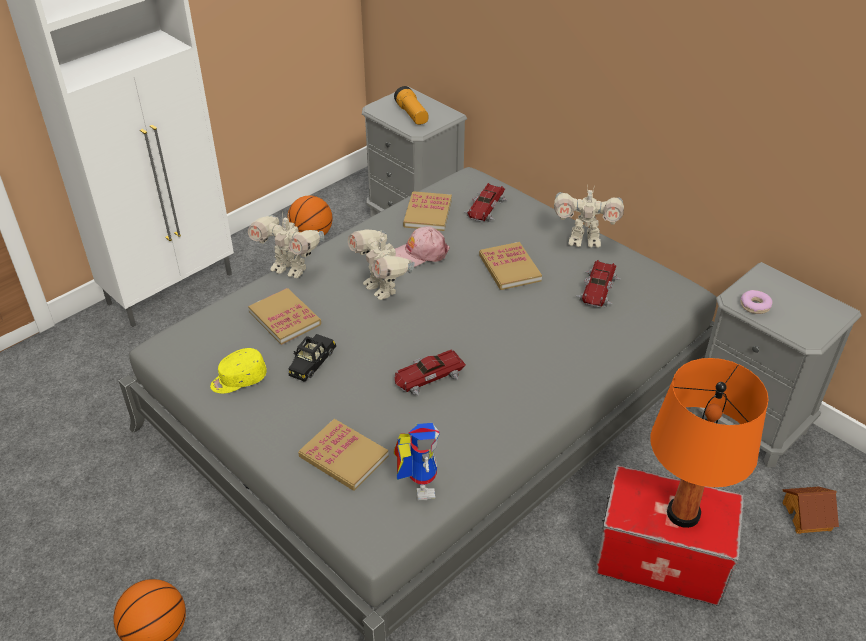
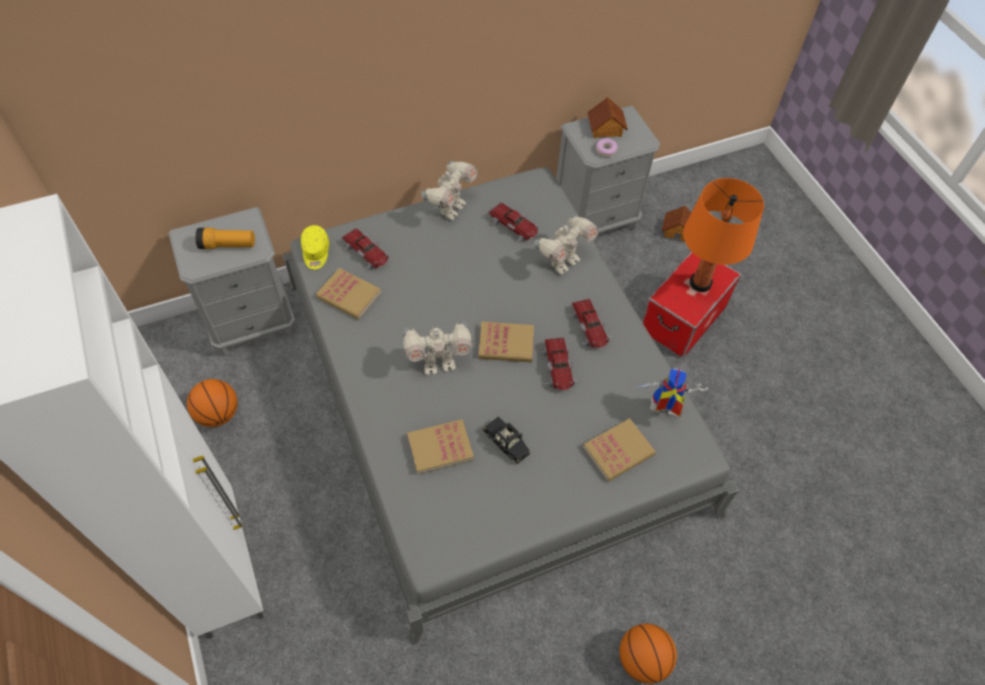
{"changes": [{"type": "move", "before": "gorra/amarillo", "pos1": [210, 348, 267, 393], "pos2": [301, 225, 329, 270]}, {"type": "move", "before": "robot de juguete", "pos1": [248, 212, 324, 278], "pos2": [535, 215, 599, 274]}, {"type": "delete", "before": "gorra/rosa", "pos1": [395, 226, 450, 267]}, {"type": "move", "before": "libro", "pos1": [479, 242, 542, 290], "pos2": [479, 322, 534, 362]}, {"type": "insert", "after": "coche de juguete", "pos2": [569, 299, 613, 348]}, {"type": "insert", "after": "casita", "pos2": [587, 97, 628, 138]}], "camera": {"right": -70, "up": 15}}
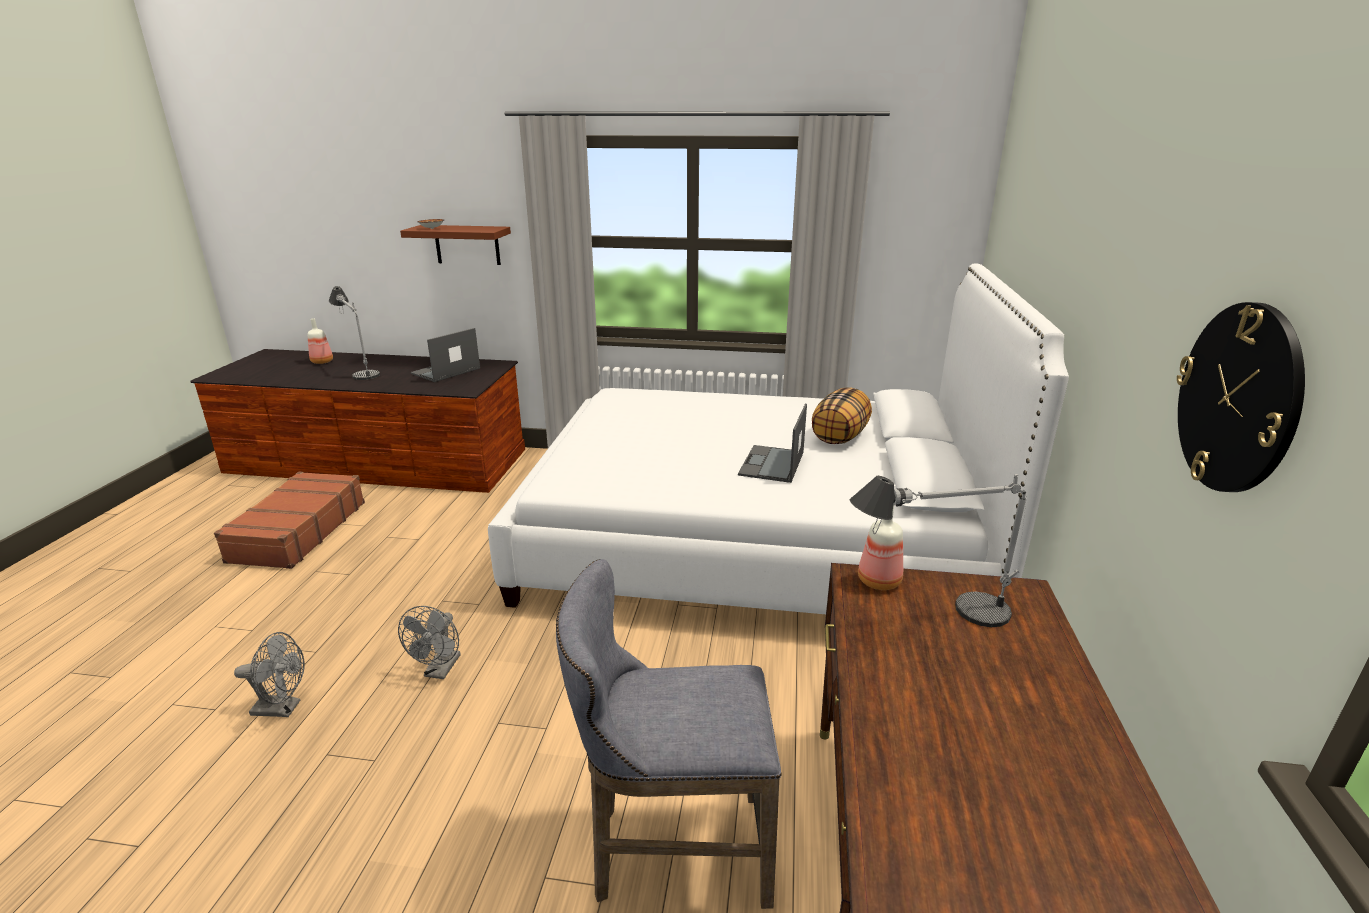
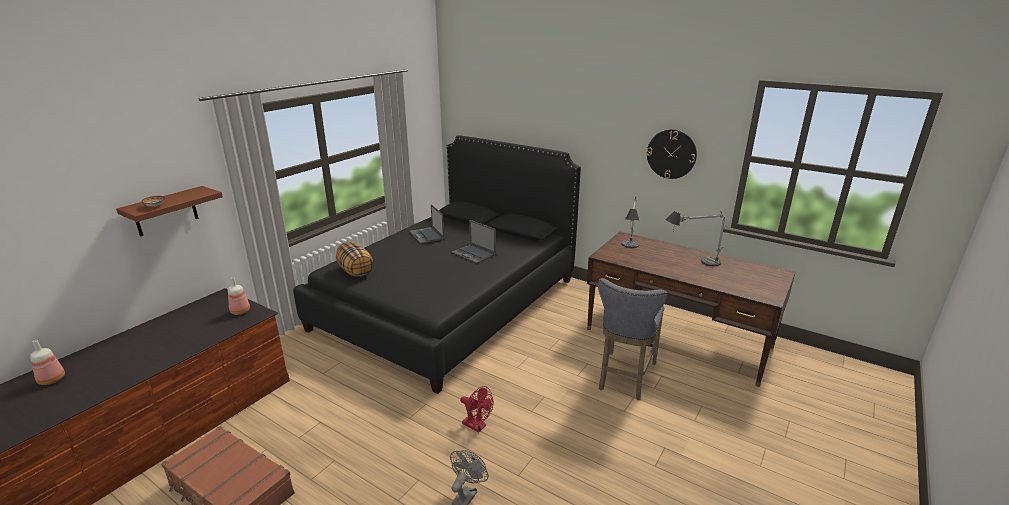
{"changes": [{"type": "move", "before": "lámpara de mesa", "pos1": [329, 286, 380, 380], "pos2": [665, 211, 725, 266]}, {"type": "recolor", "before": "ventilador/gris", "after": "ventilador/rojo", "pos1": [398, 606, 461, 679], "pos2": [460, 386, 493, 433]}, {"type": "move", "before": "portátil", "pos1": [411, 328, 480, 382], "pos2": [410, 204, 444, 244]}, {"type": "recolor", "before": "cama/blanco", "after": "cama/negro", "pos1": [488, 263, 1069, 614], "pos2": [293, 135, 581, 394]}, {"type": "move", "before": "cojín", "pos1": [812, 387, 872, 444], "pos2": [336, 242, 373, 277]}, {"type": "move", "before": "botella", "pos1": [858, 505, 903, 590], "pos2": [228, 277, 250, 315]}], "camera": {"right": -65, "up": 0}}
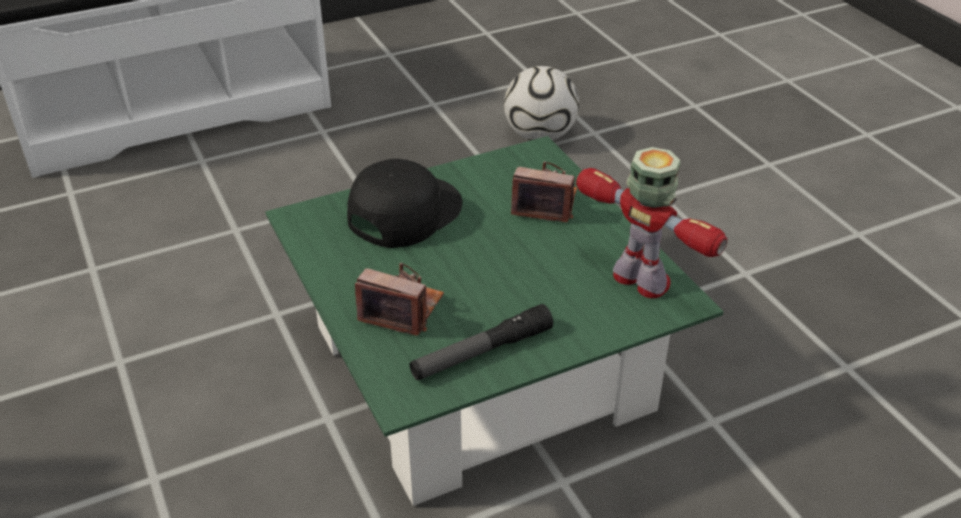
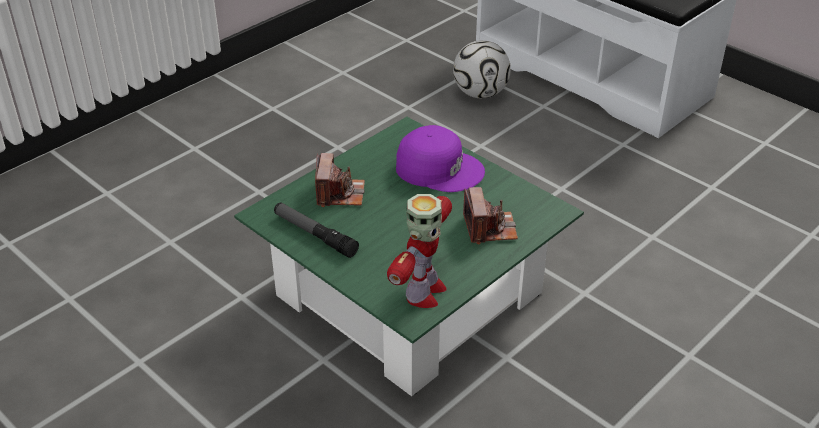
{"changes": [{"type": "recolor", "before": "gorra/negro", "after": "gorra/morado", "pos1": [347, 159, 462, 248], "pos2": [396, 125, 485, 192]}, {"type": "move", "before": "balón de fútbol", "pos1": [504, 66, 579, 141], "pos2": [453, 40, 511, 99]}], "camera": {"right": 70, "up": 0}}
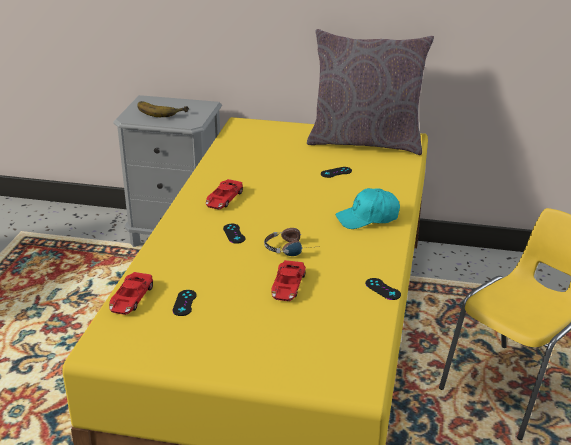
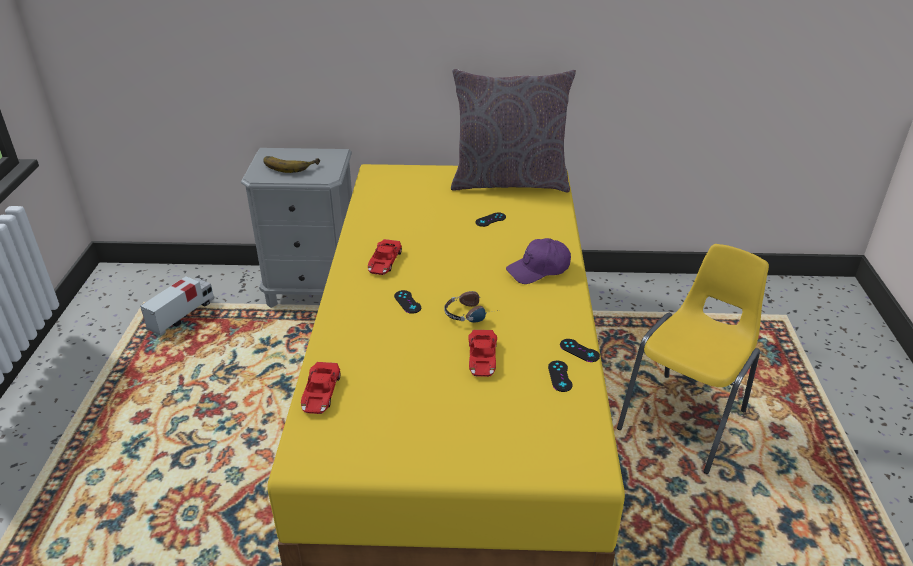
{"changes": [{"type": "move", "before": "mando de consola/negro", "pos1": [172, 290, 197, 316], "pos2": [548, 361, 573, 392]}, {"type": "recolor", "before": "gorra/turquesa", "after": "gorra/morado", "pos1": [336, 188, 400, 229], "pos2": [506, 238, 571, 284]}, {"type": "insert", "after": "camión de juguete", "pos2": [140, 276, 214, 336]}], "camera": {"right": -10, "up": 5}}
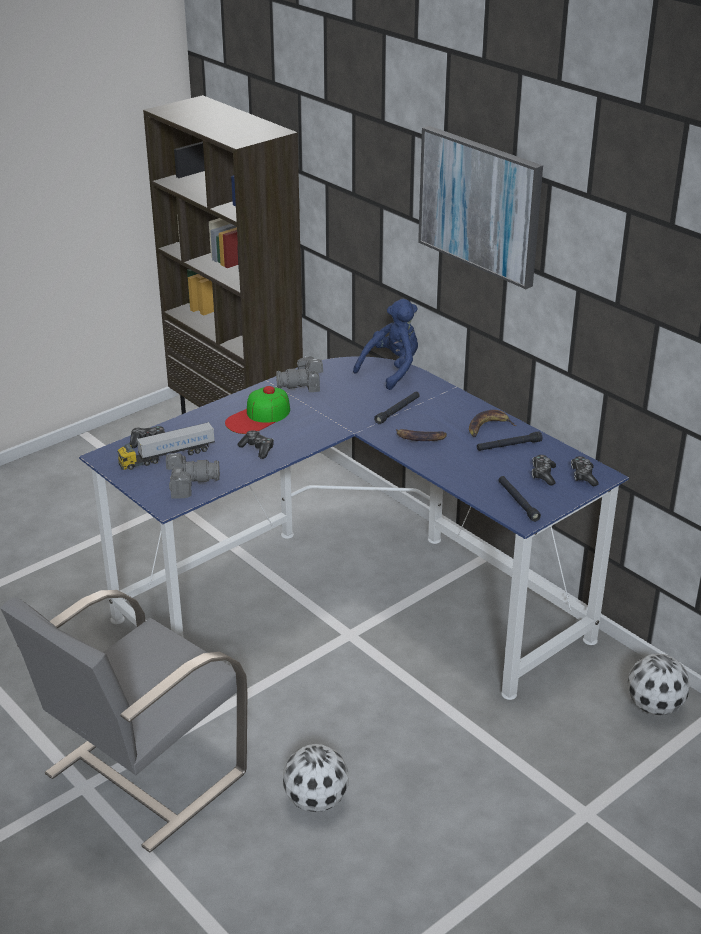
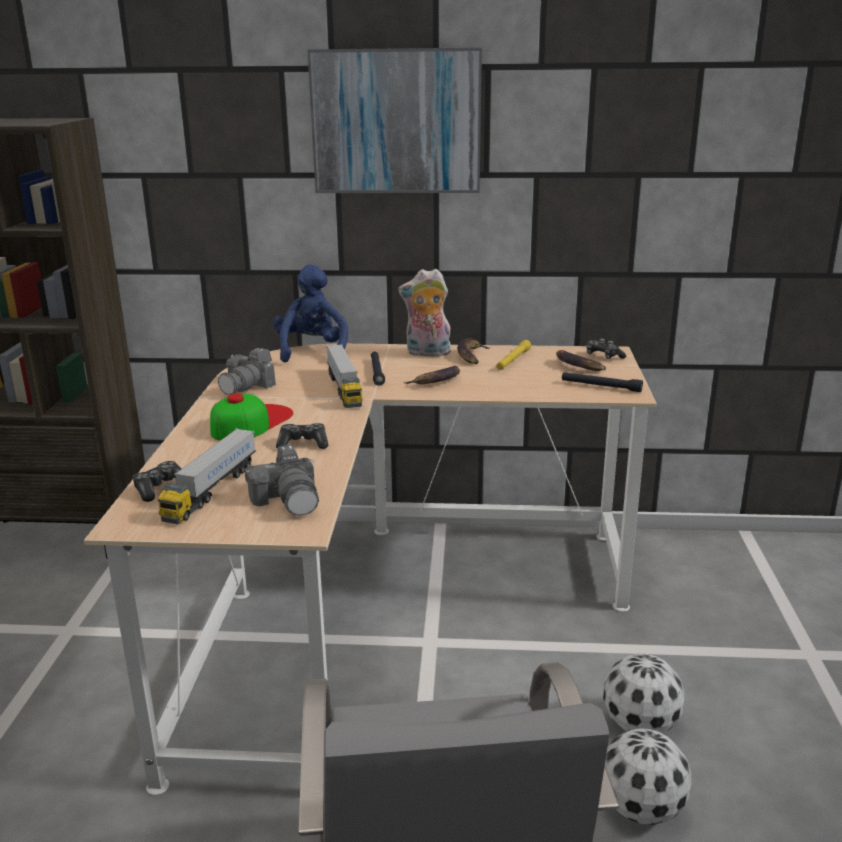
{"changes": [{"type": "recolor", "before": "escritorio/azul", "after": "escritorio/beis", "pos1": [79, 356, 629, 700], "pos2": [84, 344, 657, 795]}, {"type": "rotate", "before": "cámara", "pos1": [166, 453, 220, 499], "pos2": [245, 445, 319, 516], "turn": 120}, {"type": "rotate", "before": "gorra", "pos1": [225, 386, 290, 434], "pos2": [210, 393, 293, 440], "turn": -150}, {"type": "recolor", "before": "linterna/negro", "after": "linterna/amarillo", "pos1": [477, 431, 542, 451], "pos2": [496, 340, 531, 370]}, {"type": "replace", "before": "mando de consola", "after": "plátano", "pos1": [532, 455, 556, 485], "pos2": [556, 350, 606, 371]}, {"type": "move", "before": "balón de fútbol", "pos1": [627, 653, 690, 716], "pos2": [603, 654, 685, 733]}, {"type": "insert", "after": "camión de juguete", "pos2": [326, 344, 362, 408]}, {"type": "insert", "after": "peluche", "pos2": [398, 269, 451, 357]}], "camera": {"right": -45, "up": -10}}
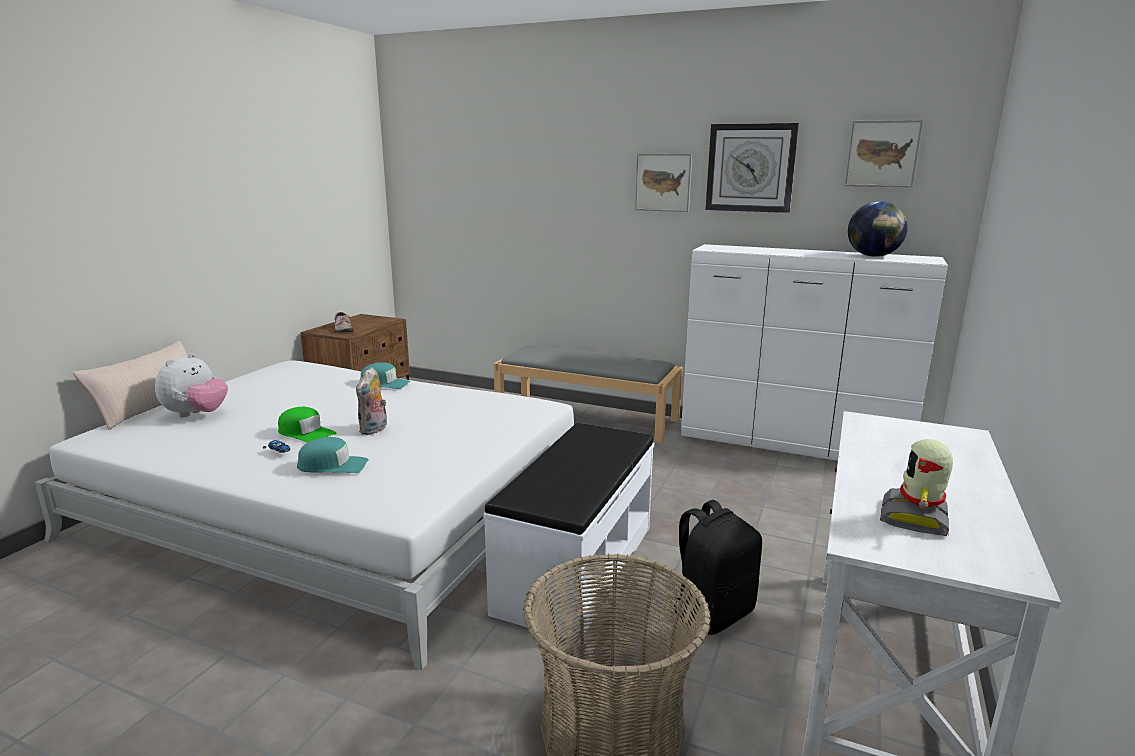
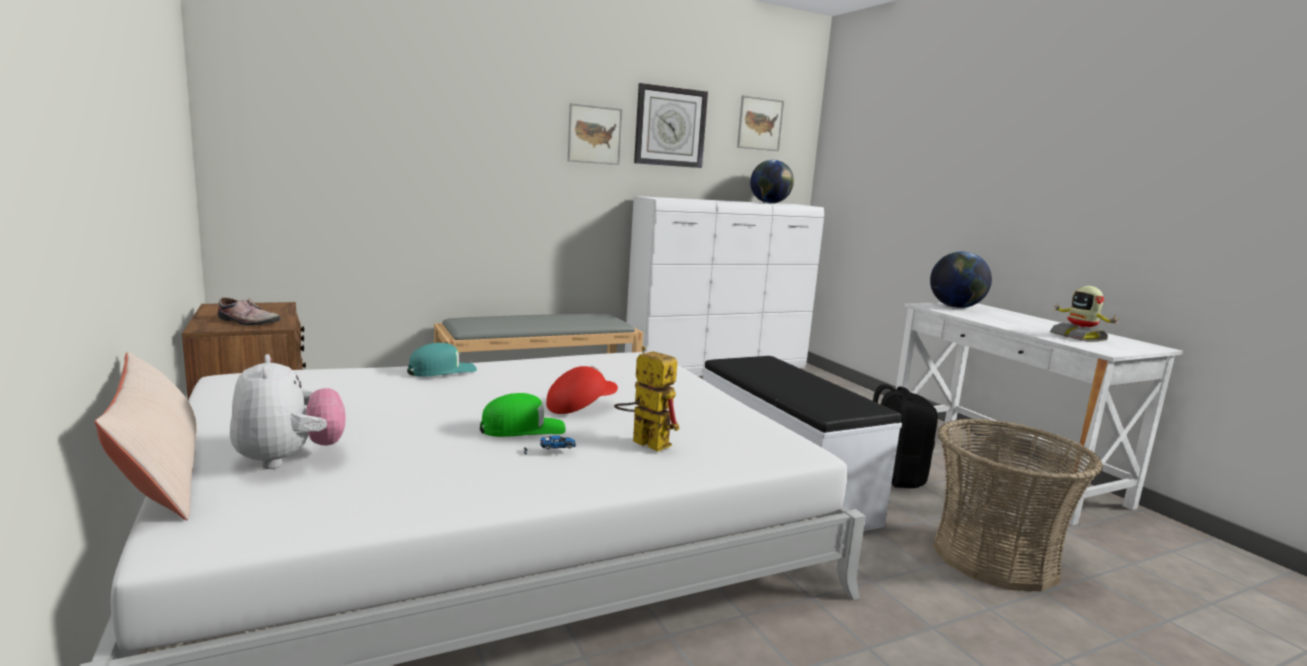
{"changes": [{"type": "replace", "before": "gorra/turquesa", "after": "robot de juguete", "pos1": [297, 437, 369, 473], "pos2": [614, 346, 680, 452]}, {"type": "replace", "before": "peluche", "after": "gorra/rojo", "pos1": [356, 367, 387, 435], "pos2": [546, 366, 618, 414]}, {"type": "insert", "after": "globo terráqueo", "pos2": [930, 252, 992, 308]}], "camera": {"right": -50, "up": -5}}
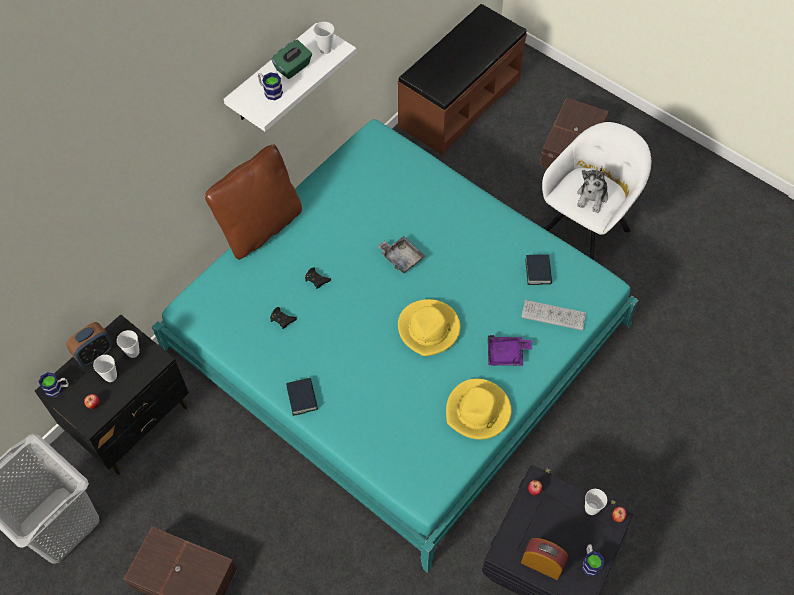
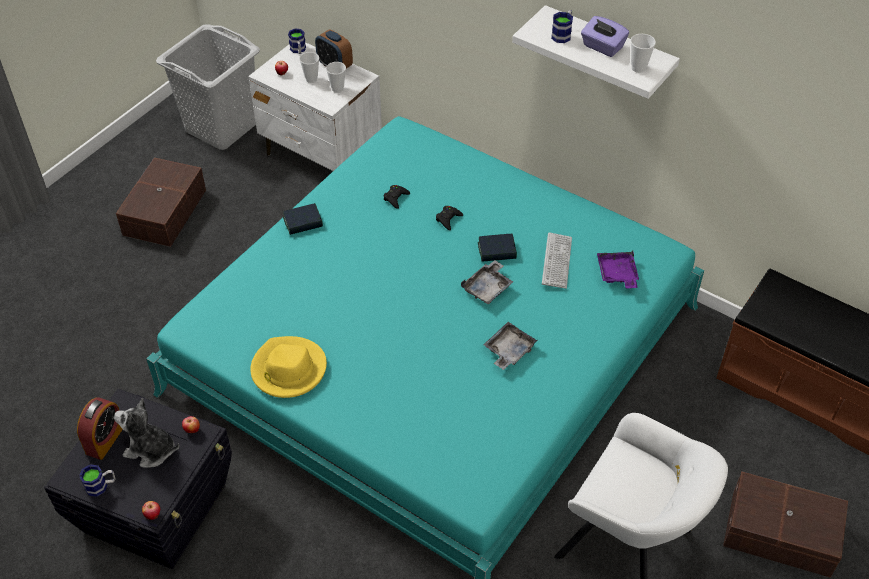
{"changes": [{"type": "recolor", "before": "mesita de noche/negro", "after": "mesita de noche/blanco", "pos1": [35, 314, 189, 475], "pos2": [248, 42, 382, 171]}, {"type": "delete", "before": "cojín/marrón", "pos1": [205, 144, 302, 260]}, {"type": "recolor", "before": "caja de pañuelos/verde", "after": "caja de pañuelos/morado", "pos1": [271, 40, 312, 79], "pos2": [581, 16, 629, 57]}, {"type": "delete", "before": "sombrero/amarillo", "pos1": [398, 299, 460, 356]}, {"type": "move", "before": "bandeja/morado", "pos1": [488, 335, 532, 366], "pos2": [597, 250, 639, 288]}, {"type": "move", "before": "teclado", "pos1": [521, 300, 586, 330], "pos2": [542, 232, 572, 289]}, {"type": "move", "before": "libro", "pos1": [525, 255, 552, 285], "pos2": [478, 234, 517, 262]}, {"type": "move", "before": "peluche", "pos1": [577, 167, 608, 213], "pos2": [114, 398, 180, 468]}, {"type": "delete", "before": "taza", "pos1": [585, 489, 607, 515]}, {"type": "insert", "after": "bandeja/gris", "pos2": [483, 322, 538, 370]}], "camera": {"right": 85, "up": -10}}
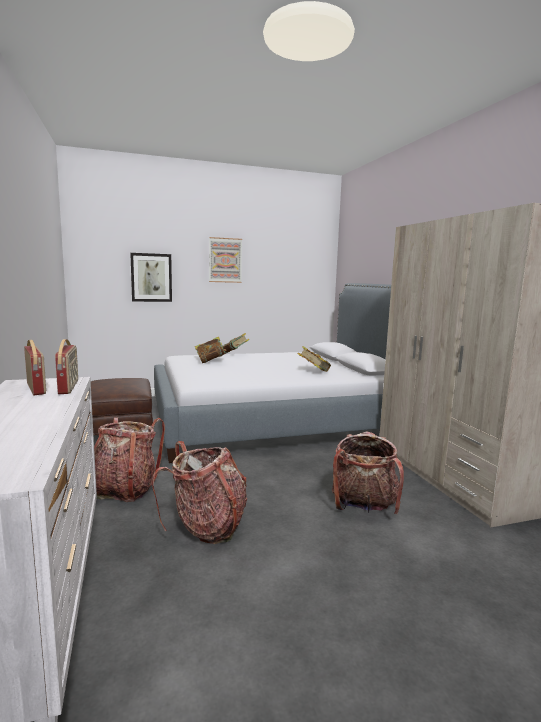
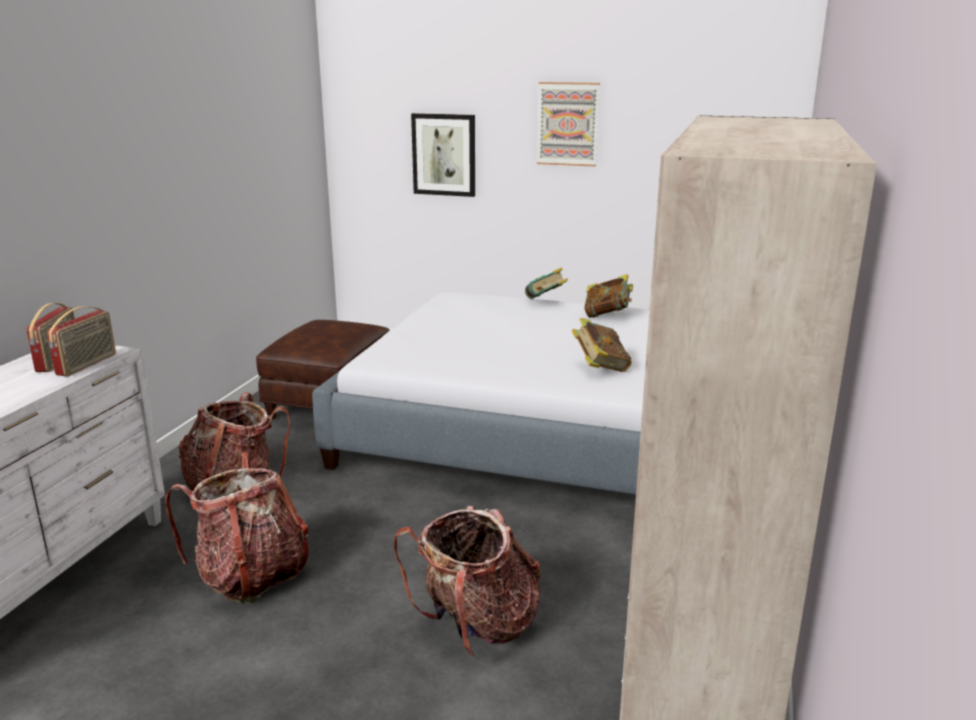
{"changes": [{"type": "move", "before": "libro", "pos1": [195, 337, 227, 363], "pos2": [584, 274, 633, 318]}], "camera": {"right": 35, "up": 10}}
